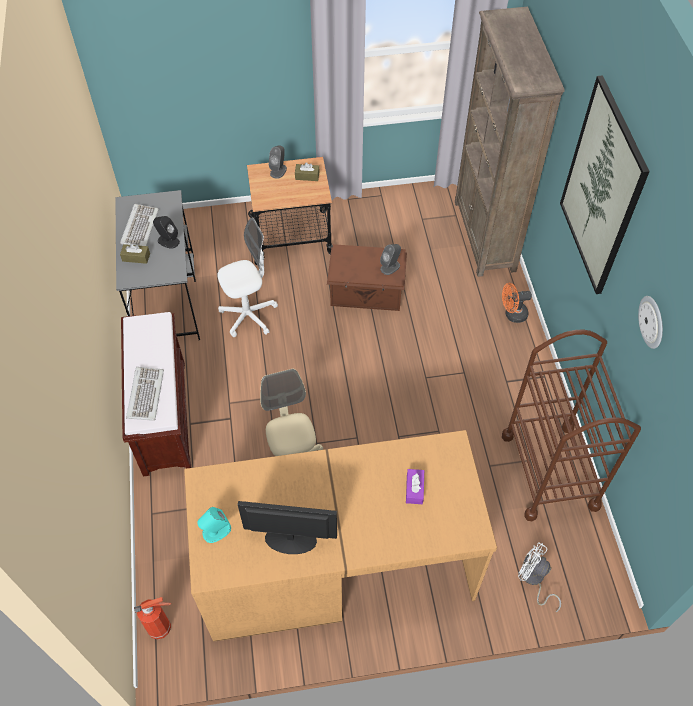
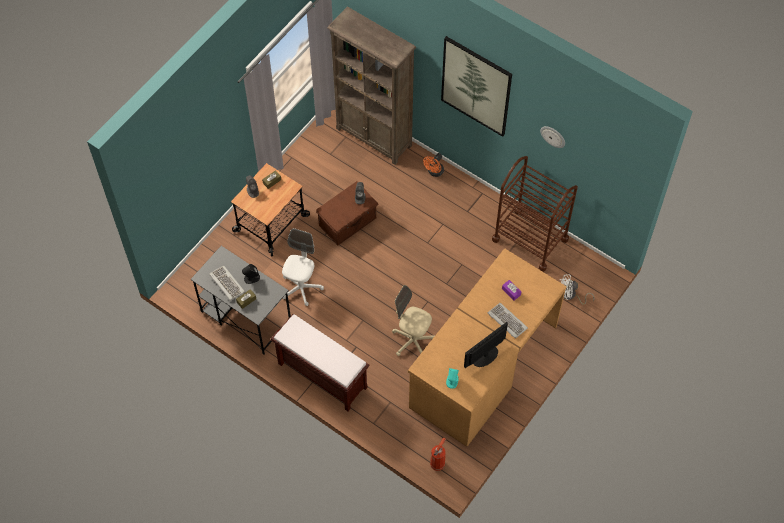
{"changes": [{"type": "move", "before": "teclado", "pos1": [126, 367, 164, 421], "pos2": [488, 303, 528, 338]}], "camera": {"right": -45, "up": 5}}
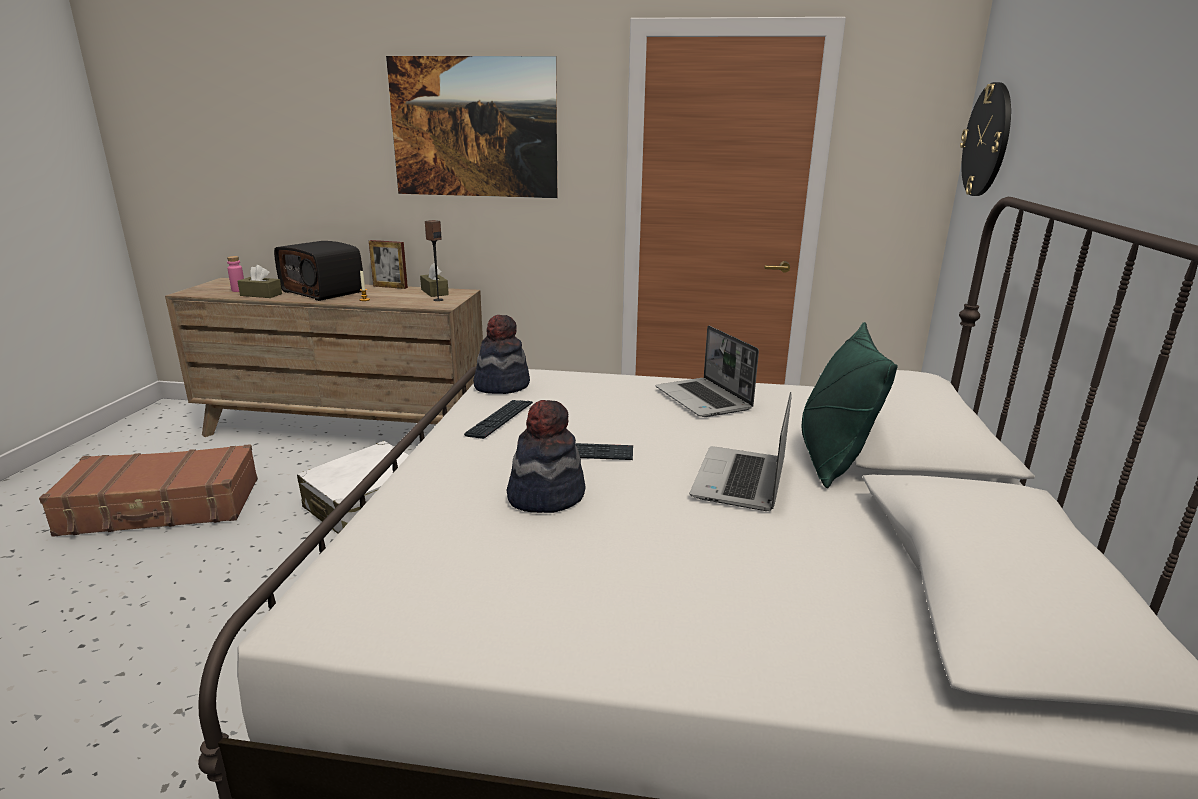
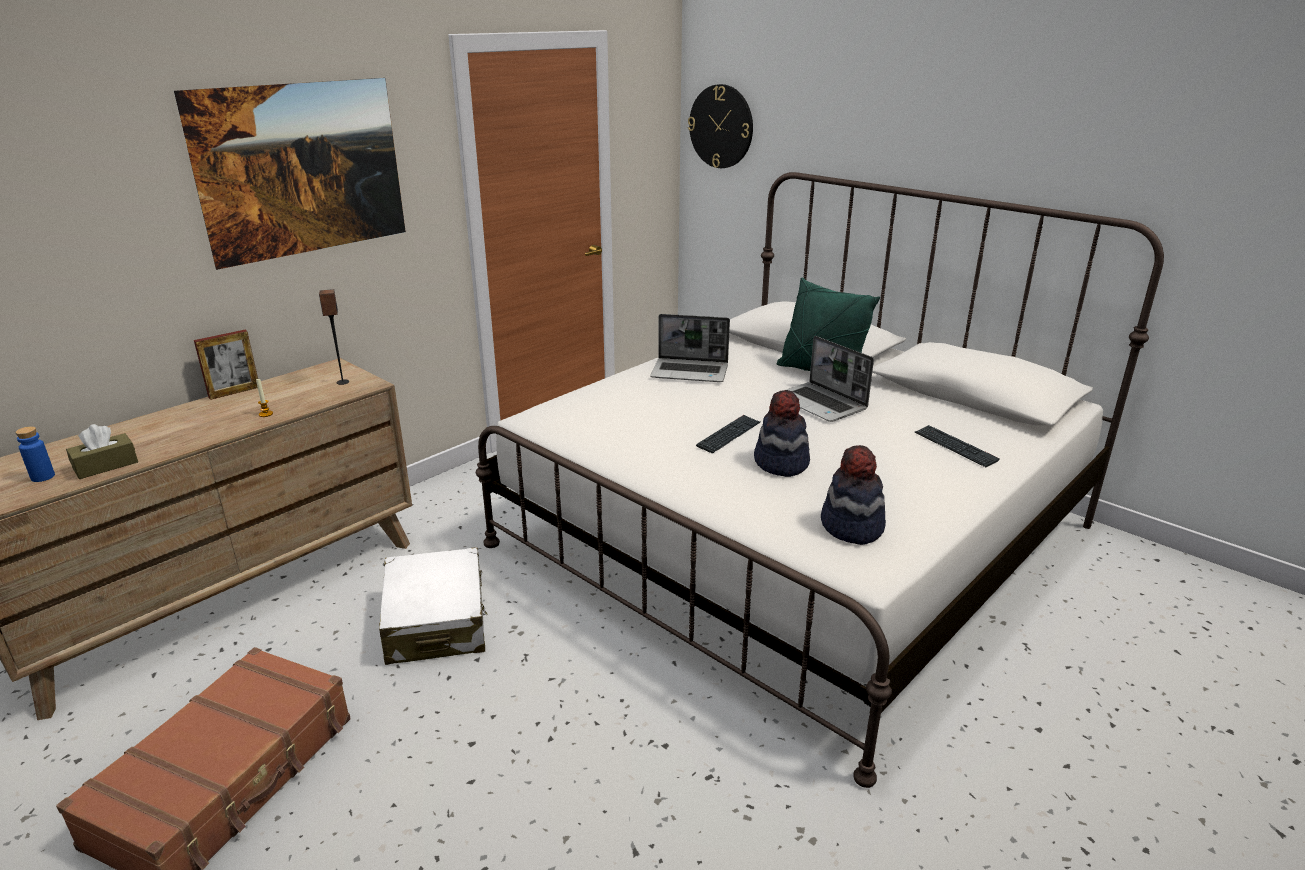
{"changes": [{"type": "recolor", "before": "botella/rosa", "after": "botella/azul", "pos1": [227, 256, 244, 292], "pos2": [15, 426, 55, 482]}, {"type": "delete", "before": "radio", "pos1": [274, 241, 363, 301]}, {"type": "delete", "before": "caja de pañuelos/marrón", "pos1": [420, 263, 449, 297]}, {"type": "move", "before": "teclado", "pos1": [464, 400, 533, 439], "pos2": [915, 425, 1000, 467]}, {"type": "move", "before": "sombrero", "pos1": [473, 315, 530, 394], "pos2": [821, 445, 886, 545]}], "camera": {"right": -55, "up": 5}}
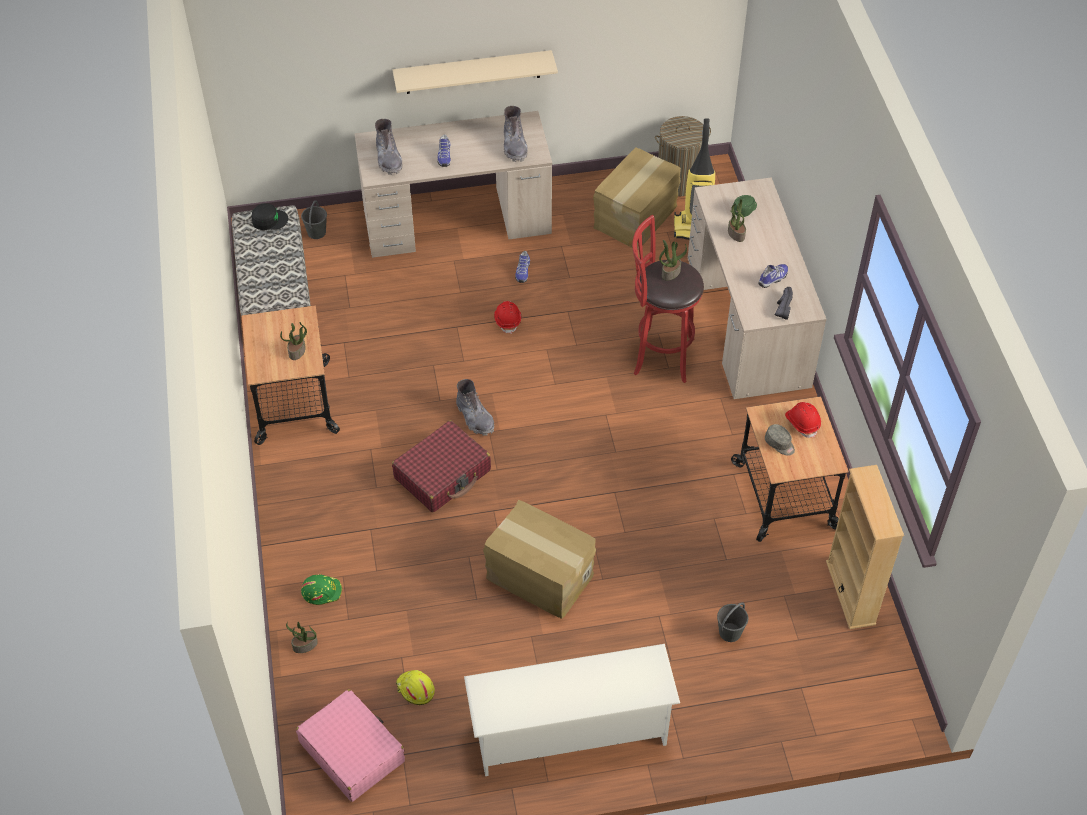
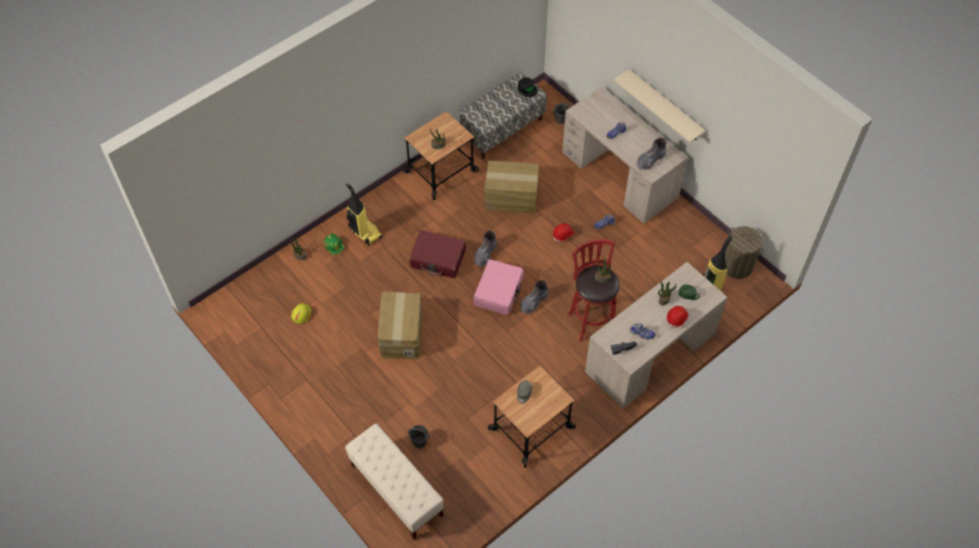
{"changes": [{"type": "move", "before": "maleta/rosa", "pos1": [296, 689, 405, 802], "pos2": [473, 259, 524, 315]}, {"type": "move", "before": "bota/gris", "pos1": [375, 119, 402, 175], "pos2": [520, 280, 549, 314]}, {"type": "delete", "before": "zapatero/blanco", "pos1": [464, 644, 680, 776]}, {"type": "move", "before": "caja de cartón", "pos1": [593, 148, 681, 249], "pos2": [484, 161, 539, 213]}, {"type": "move", "before": "casco/rojo", "pos1": [785, 402, 821, 438], "pos2": [667, 306, 688, 328]}, {"type": "delete", "before": "estantería/beis", "pos1": [826, 465, 904, 629]}, {"type": "insert", "after": "aspiradora", "pos2": [345, 184, 382, 246]}, {"type": "insert", "after": "banco/beis", "pos2": [345, 424, 444, 539]}], "camera": {"right": 60, "up": 5}}
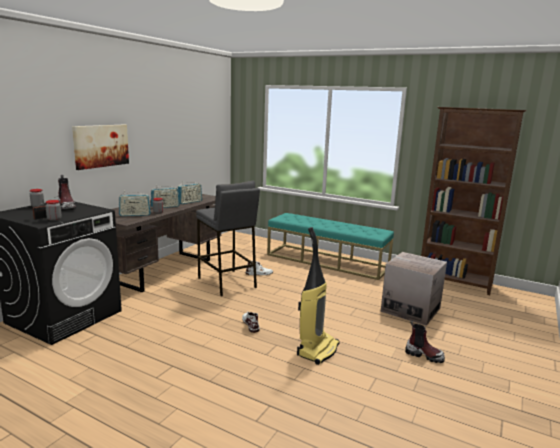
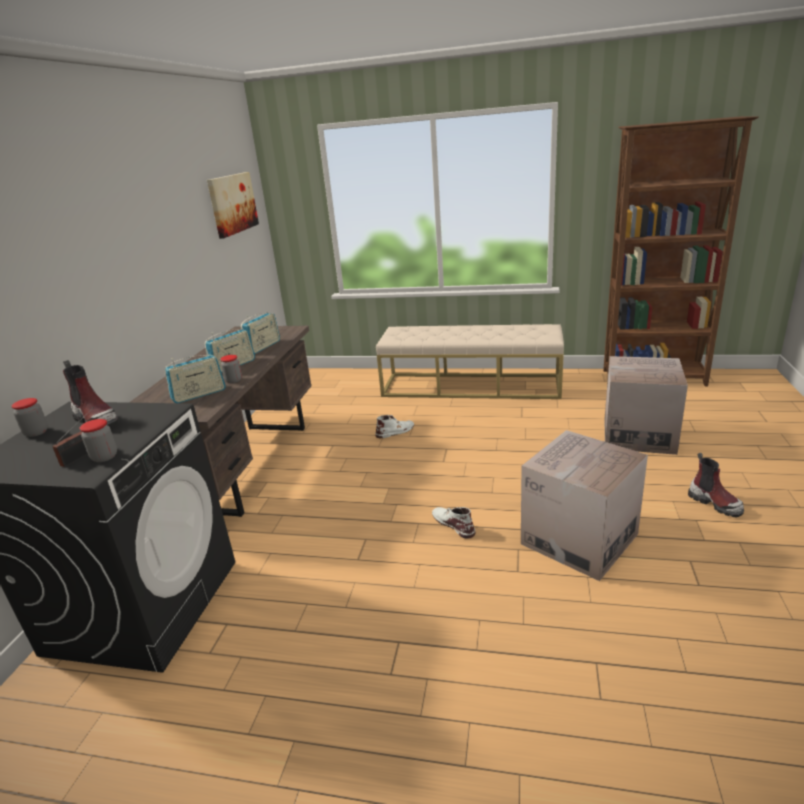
{"changes": [{"type": "move", "before": "cuadro", "pos1": [72, 125, 129, 170], "pos2": [207, 172, 259, 239]}, {"type": "delete", "before": "taburete/gris", "pos1": [196, 181, 260, 296]}, {"type": "recolor", "before": "banco/turquesa", "after": "banco/beis", "pos1": [267, 213, 394, 280], "pos2": [376, 324, 564, 399]}, {"type": "replace", "before": "aspiradora", "after": "caja de cartón", "pos1": [297, 227, 340, 365], "pos2": [521, 430, 648, 581]}, {"type": "rotate", "before": "bota", "pos1": [405, 321, 445, 363], "pos2": [688, 453, 744, 517], "turn": 45}], "camera": {"right": -15, "up": 10}}
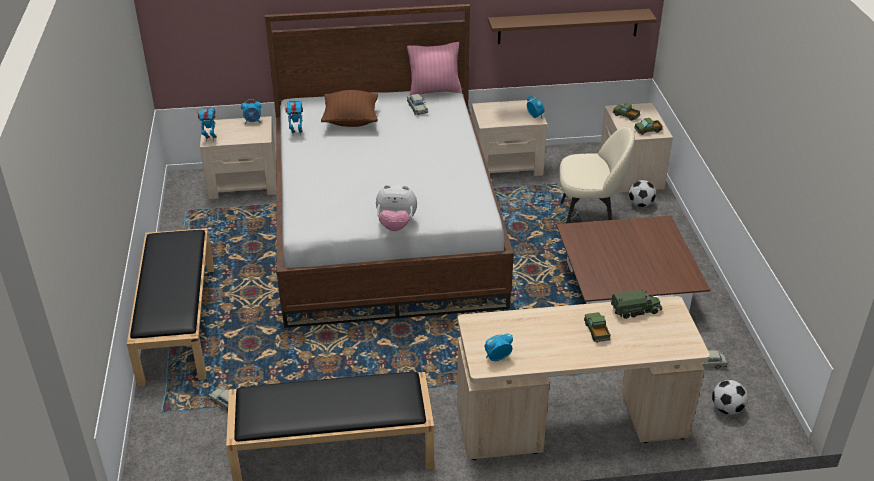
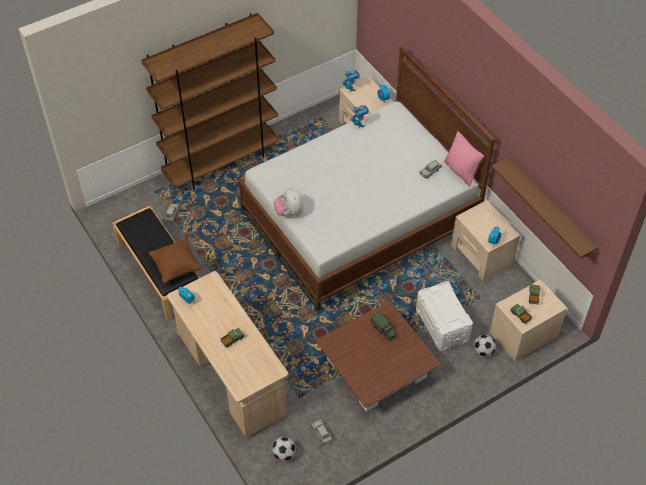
{"changes": [{"type": "replace", "before": "banco/negro", "after": "estantería/marrón", "pos1": [127, 228, 214, 386], "pos2": [141, 13, 279, 189]}, {"type": "move", "before": "cojín/marrón", "pos1": [321, 90, 378, 127], "pos2": [149, 238, 202, 284]}, {"type": "replace", "before": "silla/beis", "after": "caja de almacenaje/blanco", "pos1": [559, 126, 635, 223], "pos2": [416, 281, 473, 351]}, {"type": "move", "before": "camión de juguete", "pos1": [611, 290, 662, 319], "pos2": [370, 311, 397, 341]}], "camera": {"right": 65, "up": 15}}
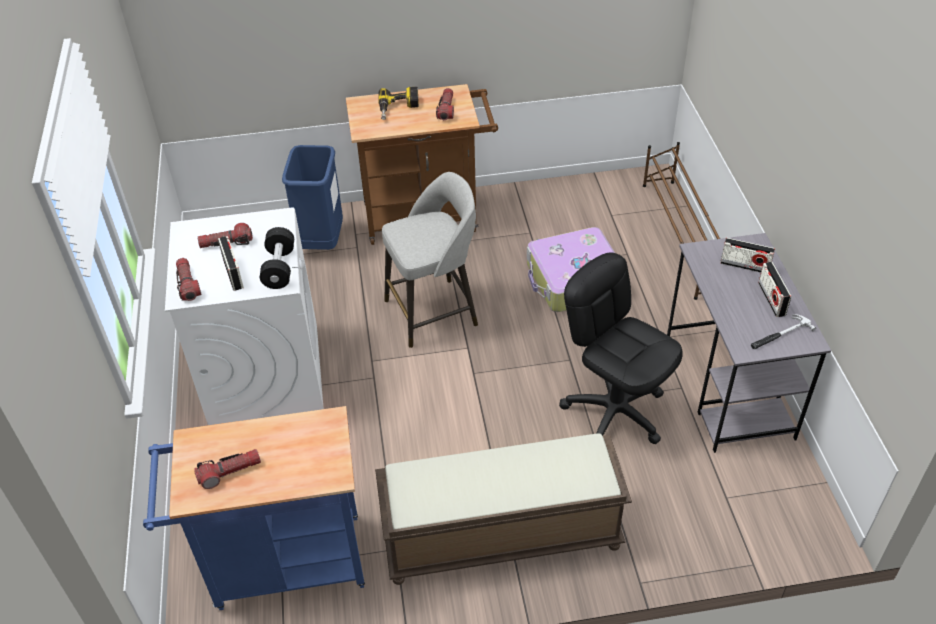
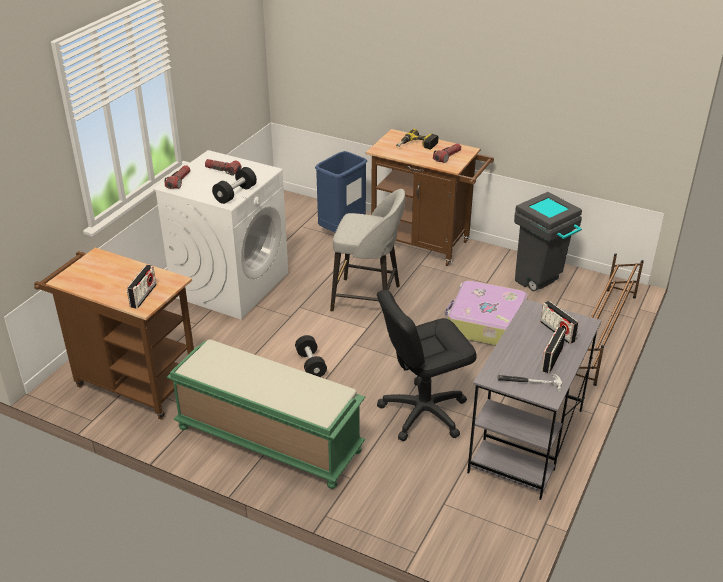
{"changes": [{"type": "recolor", "before": "carrito/azul", "after": "carrito/marrón", "pos1": [143, 406, 365, 610], "pos2": [34, 248, 194, 419]}, {"type": "delete", "before": "linterna", "pos1": [194, 449, 261, 489]}, {"type": "move", "before": "radio", "pos1": [218, 236, 244, 291], "pos2": [127, 265, 156, 309]}, {"type": "recolor", "before": "banco/marrón", "after": "banco/verde", "pos1": [375, 433, 632, 585], "pos2": [167, 339, 365, 489]}, {"type": "rotate", "before": "silla de oficina/negro", "pos1": [559, 253, 683, 444], "pos2": [377, 290, 477, 441], "turn": -105}, {"type": "insert", "after": "mancuerna/negro", "pos2": [295, 335, 327, 377]}, {"type": "insert", "after": "papelera/gris", "pos2": [514, 192, 582, 291]}], "camera": {"right": 35, "up": -10}}
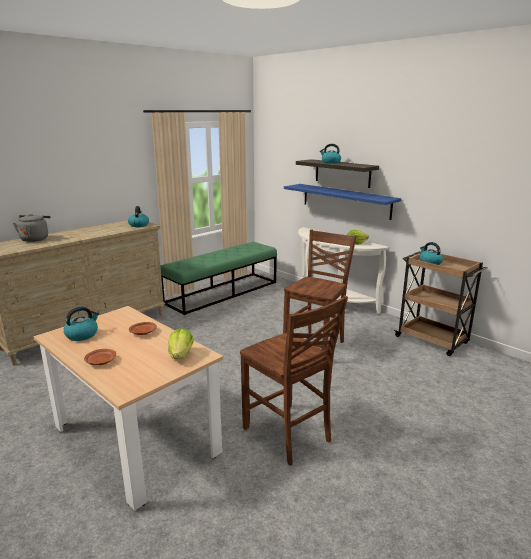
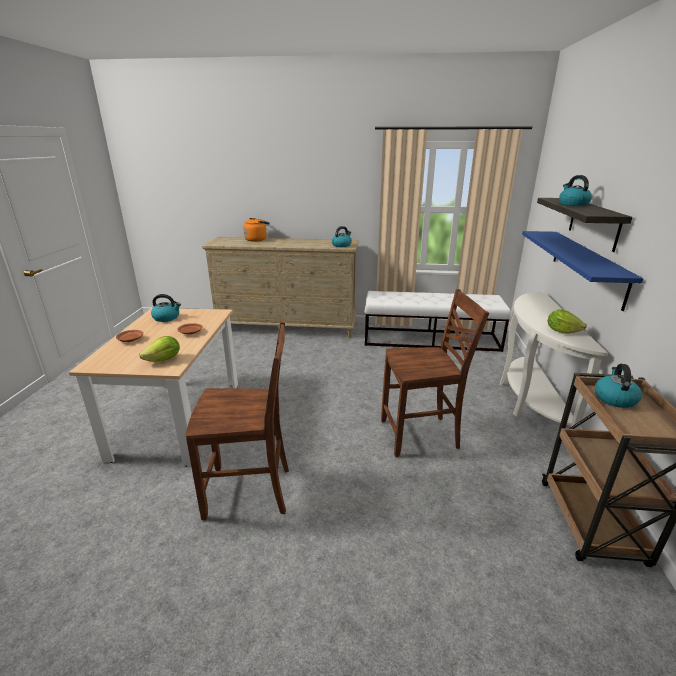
{"changes": [{"type": "recolor", "before": "hervidor/gris", "after": "hervidor/naranja", "pos1": [13, 214, 51, 242], "pos2": [243, 218, 270, 242]}, {"type": "recolor", "before": "banco/verde", "after": "banco/blanco", "pos1": [160, 242, 277, 315], "pos2": [364, 291, 511, 352]}, {"type": "rotate", "before": "silla/marrón", "pos1": [240, 295, 348, 466], "pos2": [185, 321, 289, 520], "turn": -105}], "camera": {"right": 50, "up": 5}}
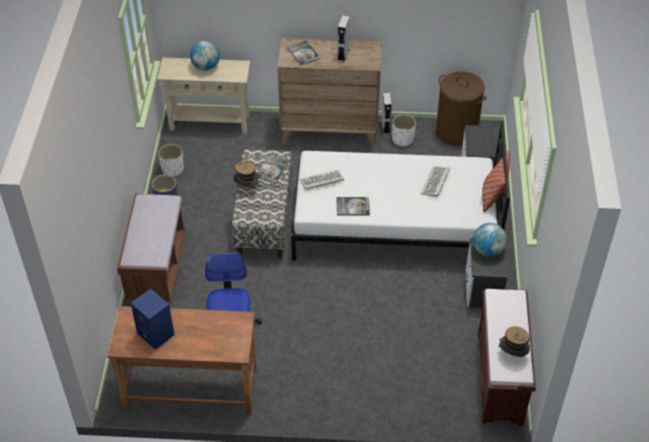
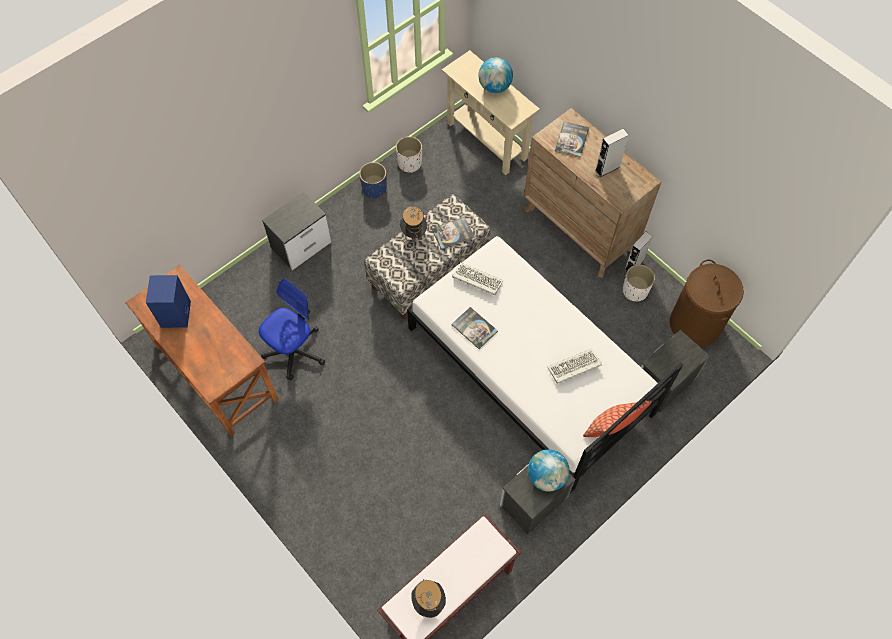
{"changes": [{"type": "replace", "before": "banco/marrón", "after": "mesita de noche", "pos1": [117, 194, 186, 303], "pos2": [262, 192, 331, 270]}], "camera": {"right": 45, "up": 15}}
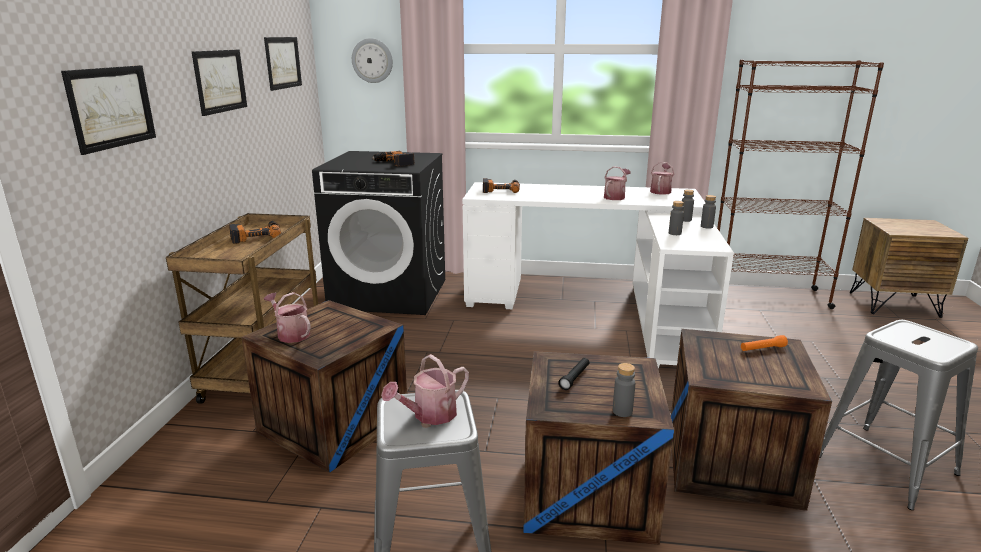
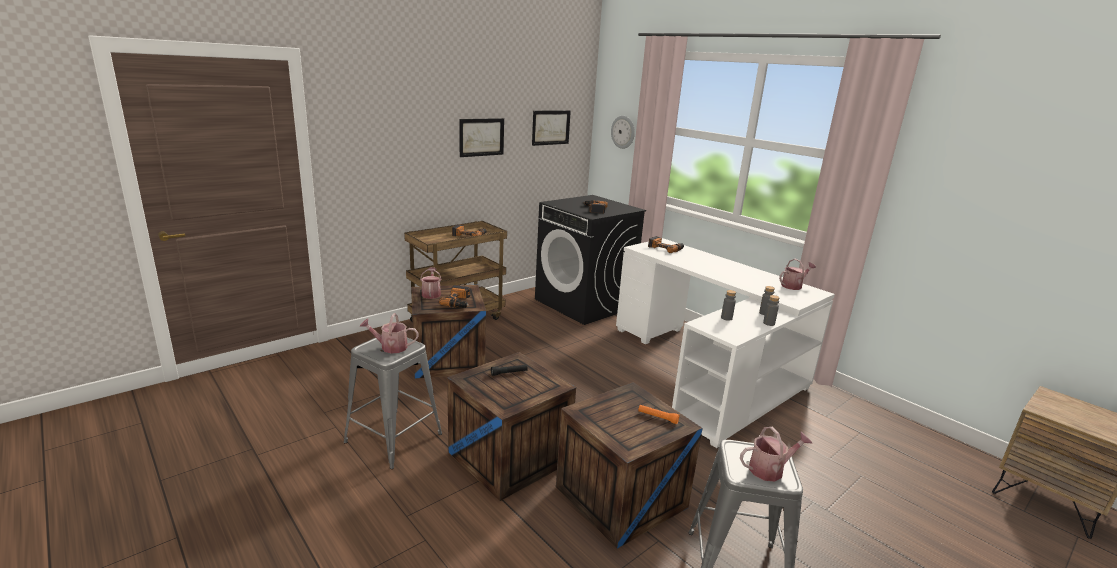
{"changes": [{"type": "delete", "before": "cuadro", "pos1": [61, 65, 156, 155]}, {"type": "move", "before": "regadera", "pos1": [604, 166, 631, 200], "pos2": [740, 427, 813, 482]}, {"type": "delete", "before": "botella/gris", "pos1": [613, 363, 636, 417]}, {"type": "delete", "before": "estantería/marrón", "pos1": [717, 60, 884, 309]}, {"type": "insert", "after": "taladro", "pos2": [439, 285, 471, 308]}], "camera": {"right": 40, "up": 0}}
